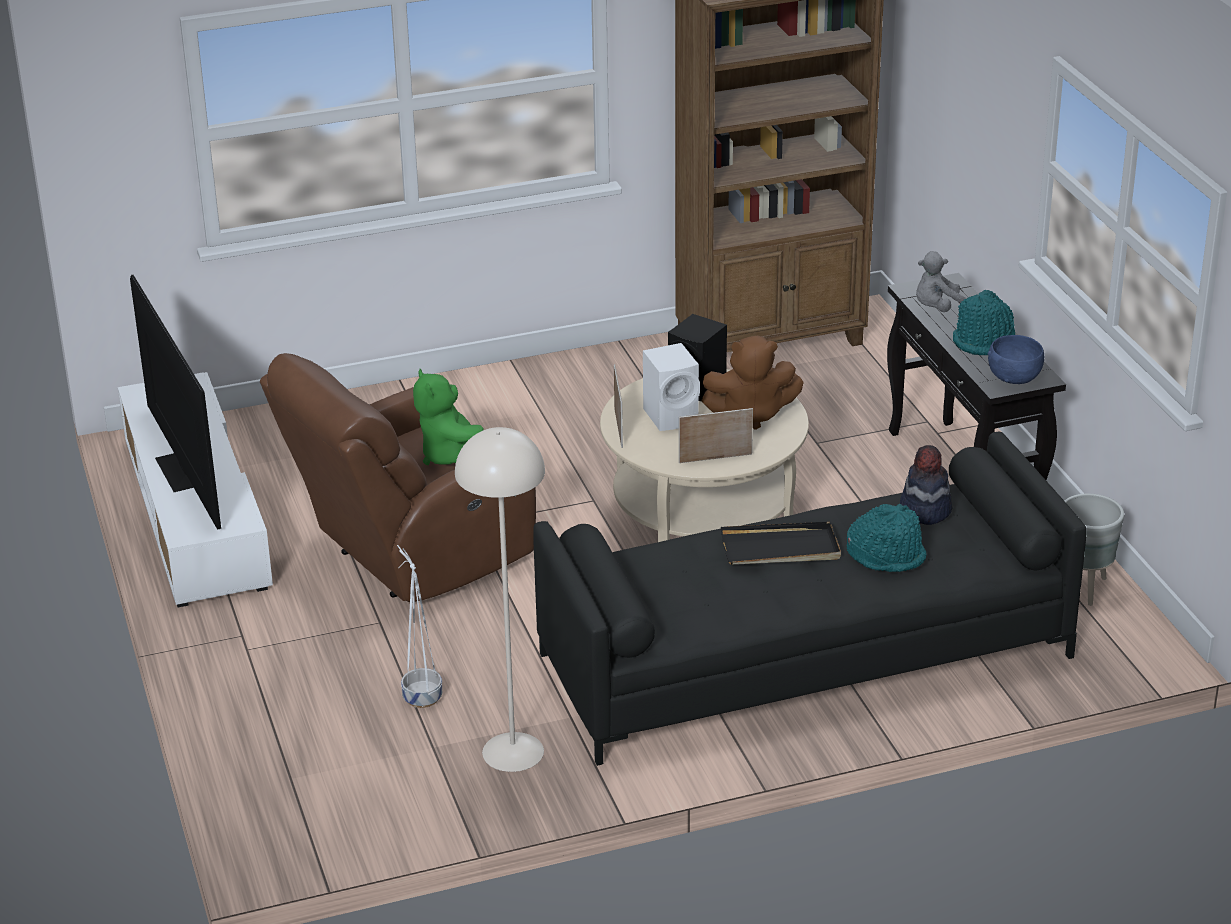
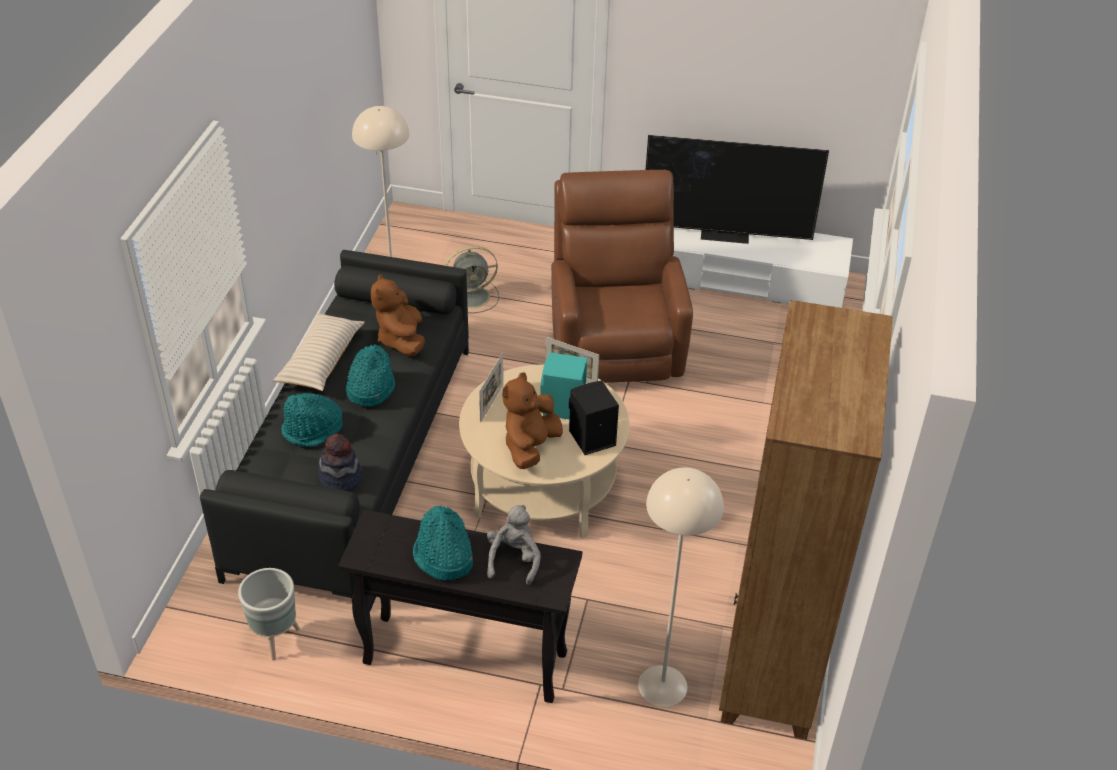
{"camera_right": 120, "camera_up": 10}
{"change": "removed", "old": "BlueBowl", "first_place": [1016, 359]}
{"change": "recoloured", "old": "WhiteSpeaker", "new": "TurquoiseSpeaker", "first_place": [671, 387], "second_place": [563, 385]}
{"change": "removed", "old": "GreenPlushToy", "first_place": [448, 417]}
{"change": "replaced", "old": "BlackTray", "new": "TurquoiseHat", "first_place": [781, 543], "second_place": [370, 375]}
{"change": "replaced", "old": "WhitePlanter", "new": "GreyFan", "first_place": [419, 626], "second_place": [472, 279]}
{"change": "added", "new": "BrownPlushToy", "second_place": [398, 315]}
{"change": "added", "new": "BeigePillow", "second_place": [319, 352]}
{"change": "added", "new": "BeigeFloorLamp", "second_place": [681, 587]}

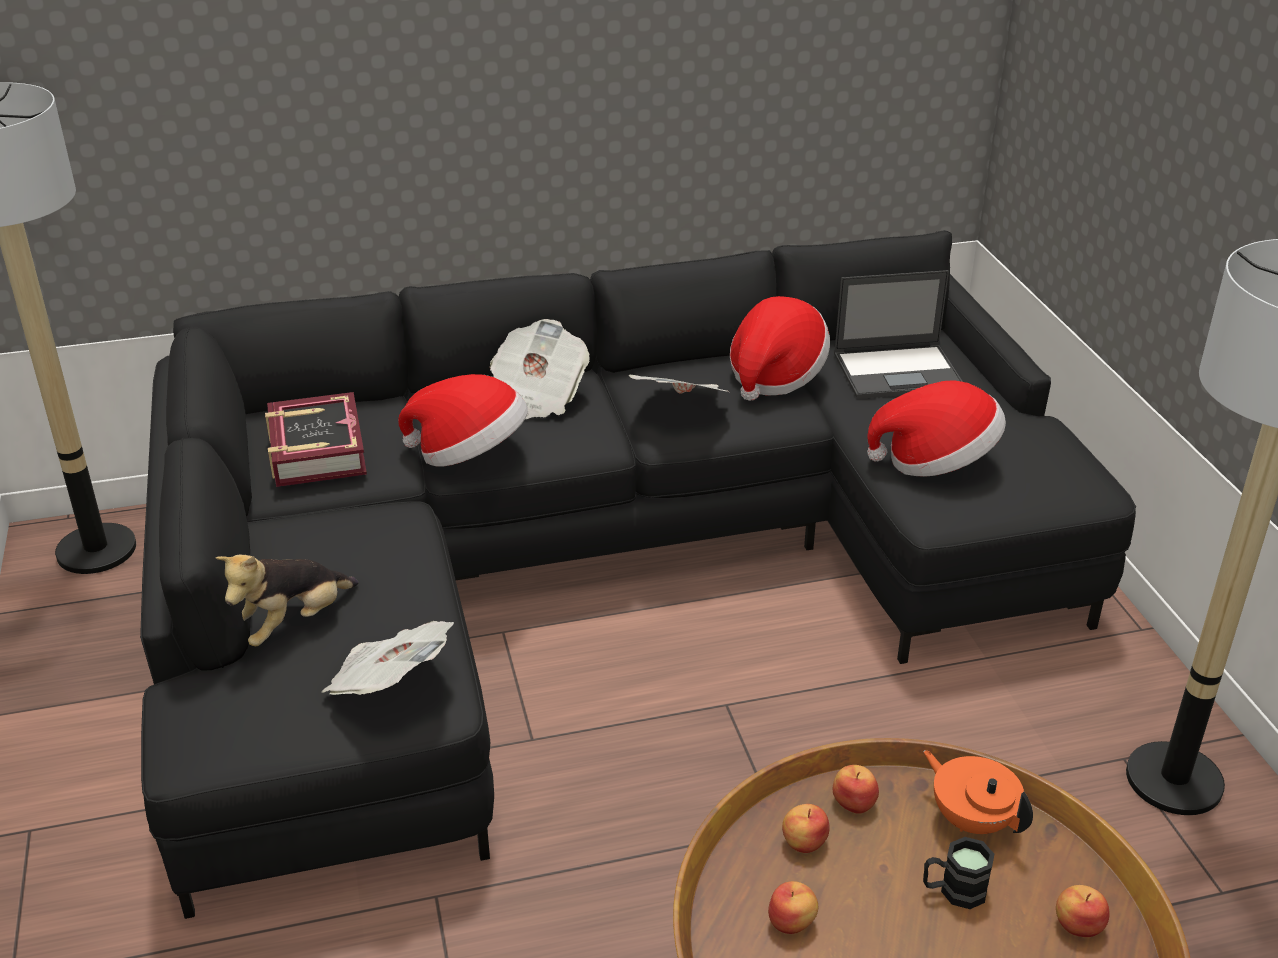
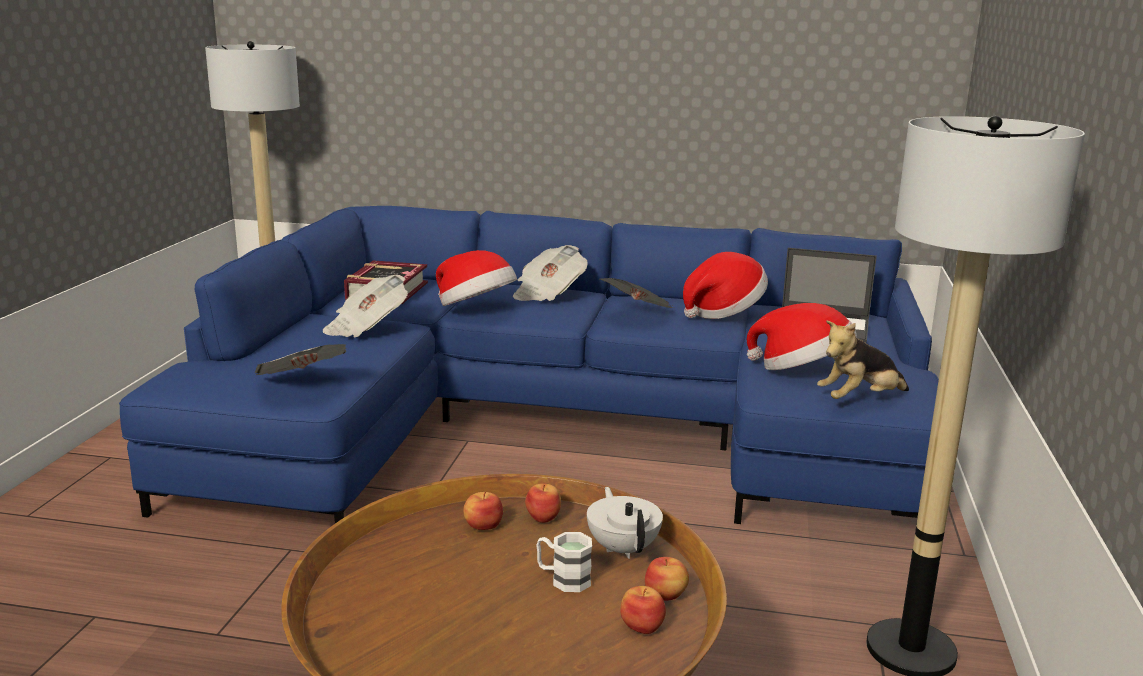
{"camera_right": 25, "camera_up": -15}
{"change": "recoloured", "old": "BlackSofa", "new": "BlueSofa", "first_place": [638, 574], "second_place": [529, 365]}
{"change": "moved", "old": "PlushToy", "first_place": [287, 600], "second_place": [863, 360]}
{"change": "recoloured", "old": "OrangeTeapot", "new": "WhiteTeapot", "first_place": [978, 792], "second_place": [625, 523]}
{"change": "recoloured", "old": "BlackMug", "new": "WhiteMug", "first_place": [958, 873], "second_place": [564, 562]}
{"change": "moved", "old": "Apple", "first_place": [793, 907], "second_place": [667, 579]}
{"change": "added", "new": "Newspaper", "second_place": [365, 306]}

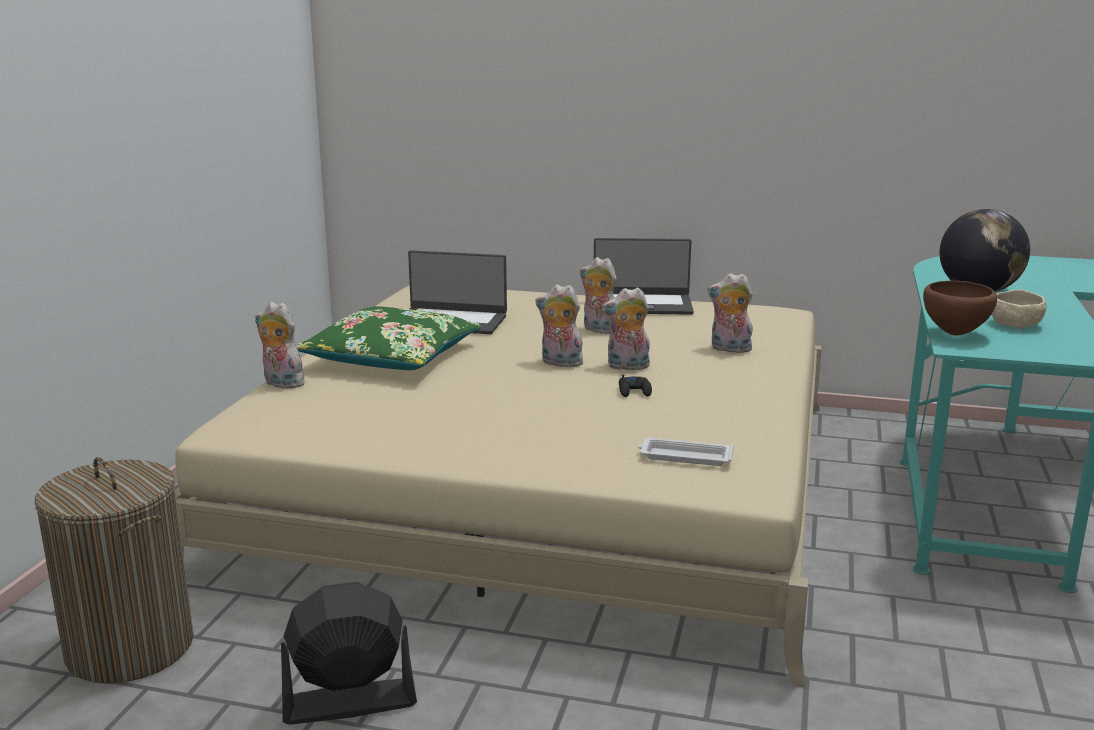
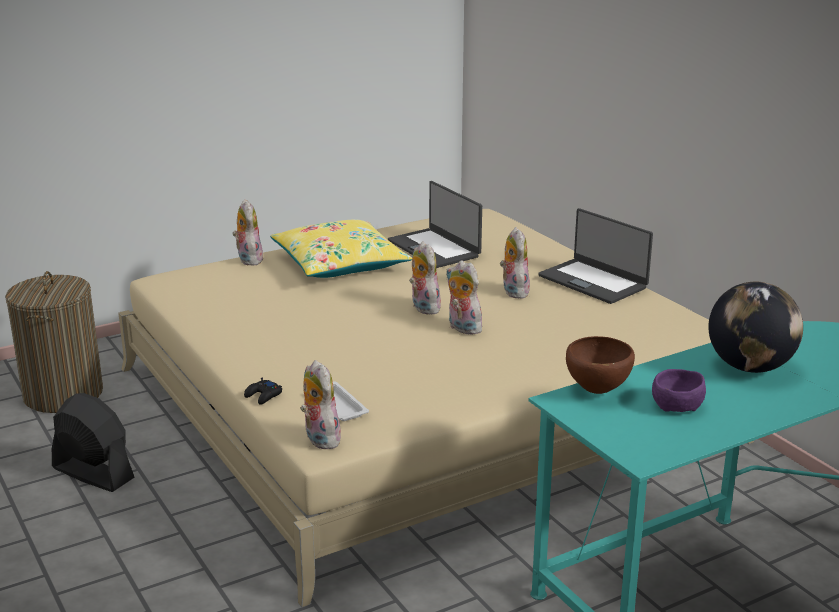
{"camera_right": 45, "camera_up": 5}
{"change": "moved", "old": "PlushToy", "first_place": [730, 313], "second_place": [320, 404]}
{"change": "recoloured", "old": "BeigeBowl", "new": "PurpleBowl", "first_place": [1018, 309], "second_place": [679, 390]}
{"change": "recoloured", "old": "GreenPillow", "new": "YellowPillow", "first_place": [389, 338], "second_place": [341, 248]}
{"change": "moved", "old": "BlackGameController", "first_place": [635, 386], "second_place": [263, 391]}

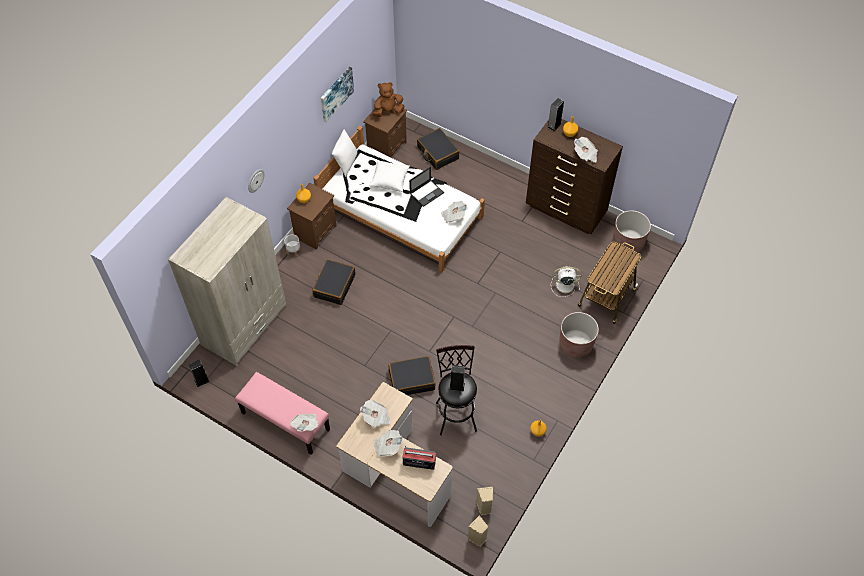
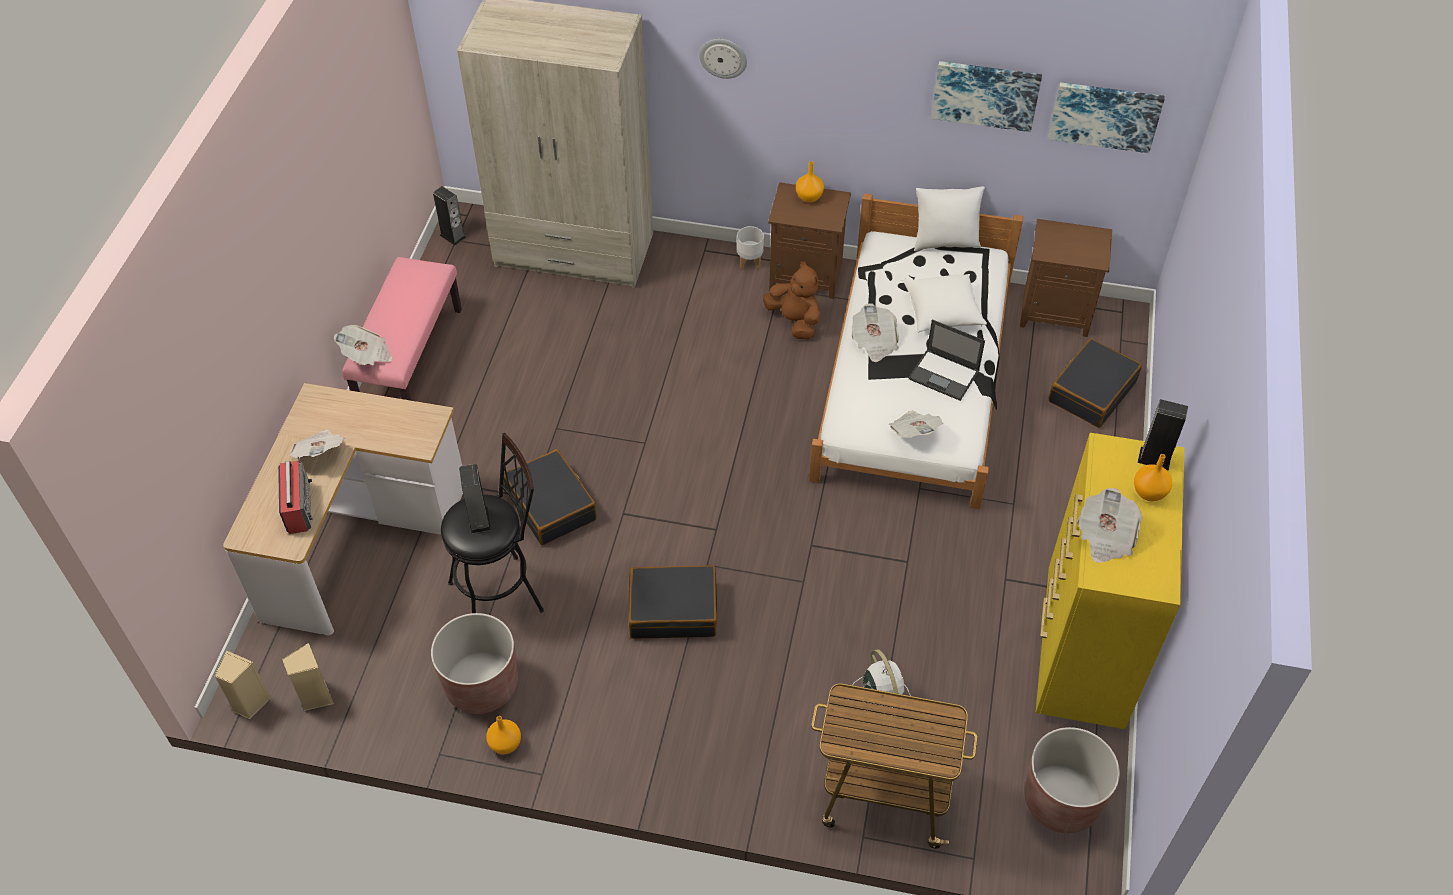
{"camera_right": 70, "camera_up": -5}
{"change": "moved", "old": "BrownPlushToy", "first_place": [388, 99], "second_place": [791, 300]}
{"change": "recoloured", "old": "BrownDresser", "new": "YellowDresser", "first_place": [574, 176], "second_place": [1110, 581]}
{"change": "moved", "old": "BlackSuitcase", "first_place": [333, 282], "second_place": [672, 602]}
{"change": "moved", "old": "BrownPlanter", "first_place": [579, 335], "second_place": [474, 663]}
{"change": "moved", "old": "Newspaper", "first_place": [375, 413], "second_place": [875, 332]}
{"change": "added", "new": "Picture", "second_place": [1106, 117]}

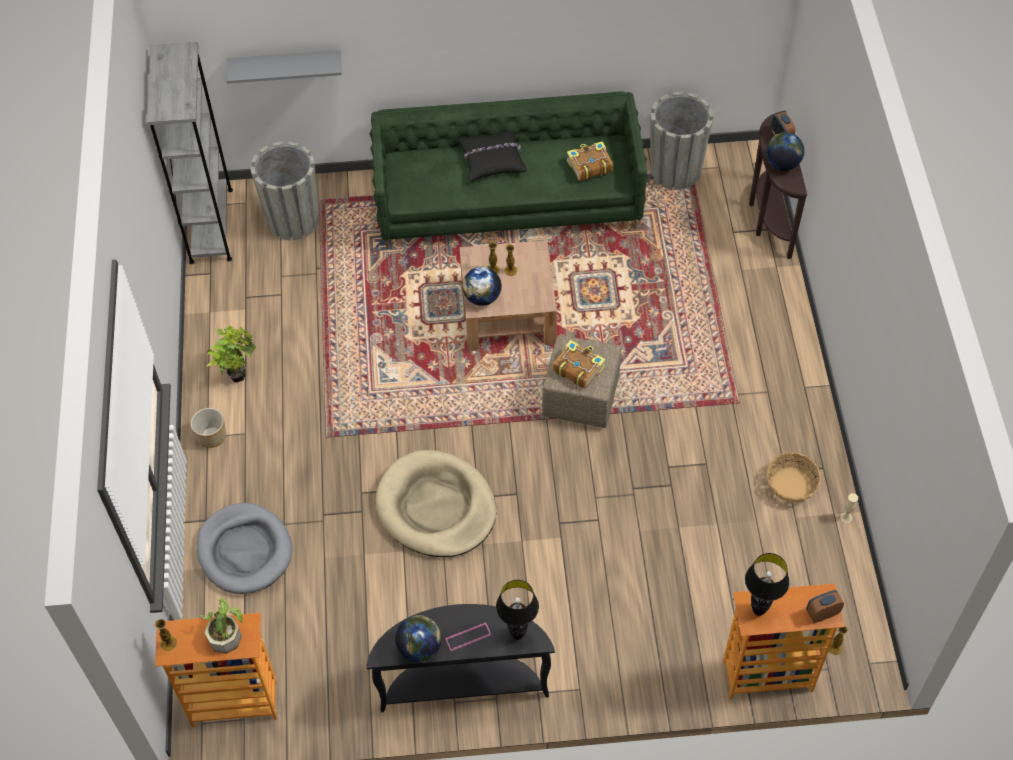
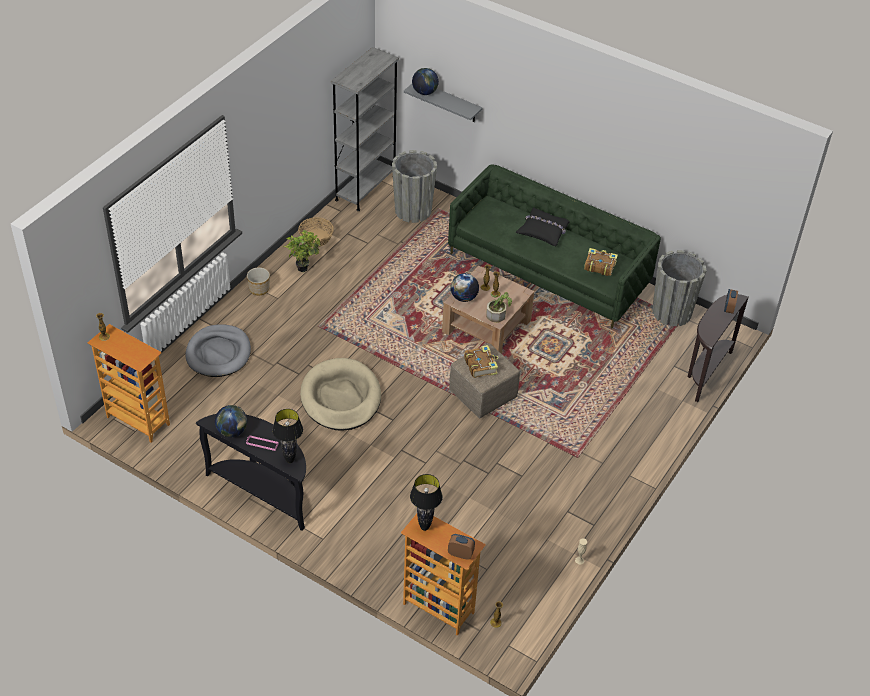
{"camera_right": 35, "camera_up": -10}
{"change": "moved", "old": "Globe", "first_place": [785, 151], "second_place": [425, 81]}
{"change": "moved", "old": "Basket", "first_place": [794, 477], "second_place": [316, 232]}
{"change": "moved", "old": "PottedPlant", "first_place": [221, 626], "second_place": [499, 307]}

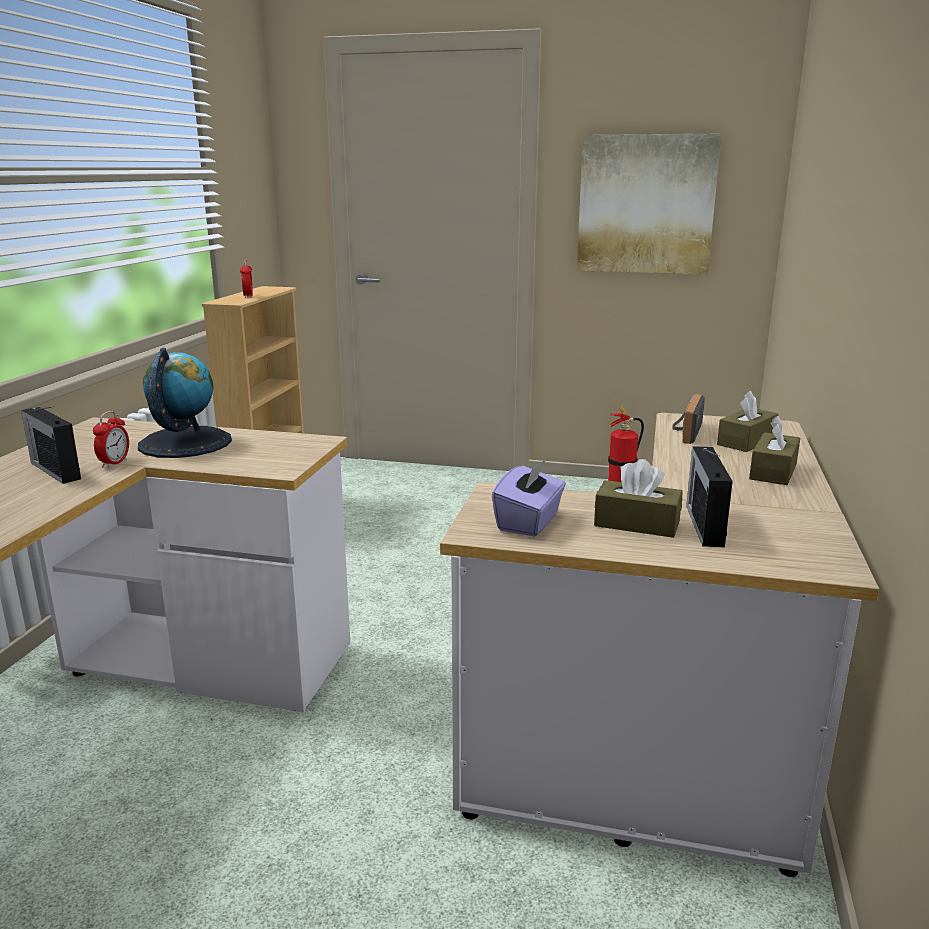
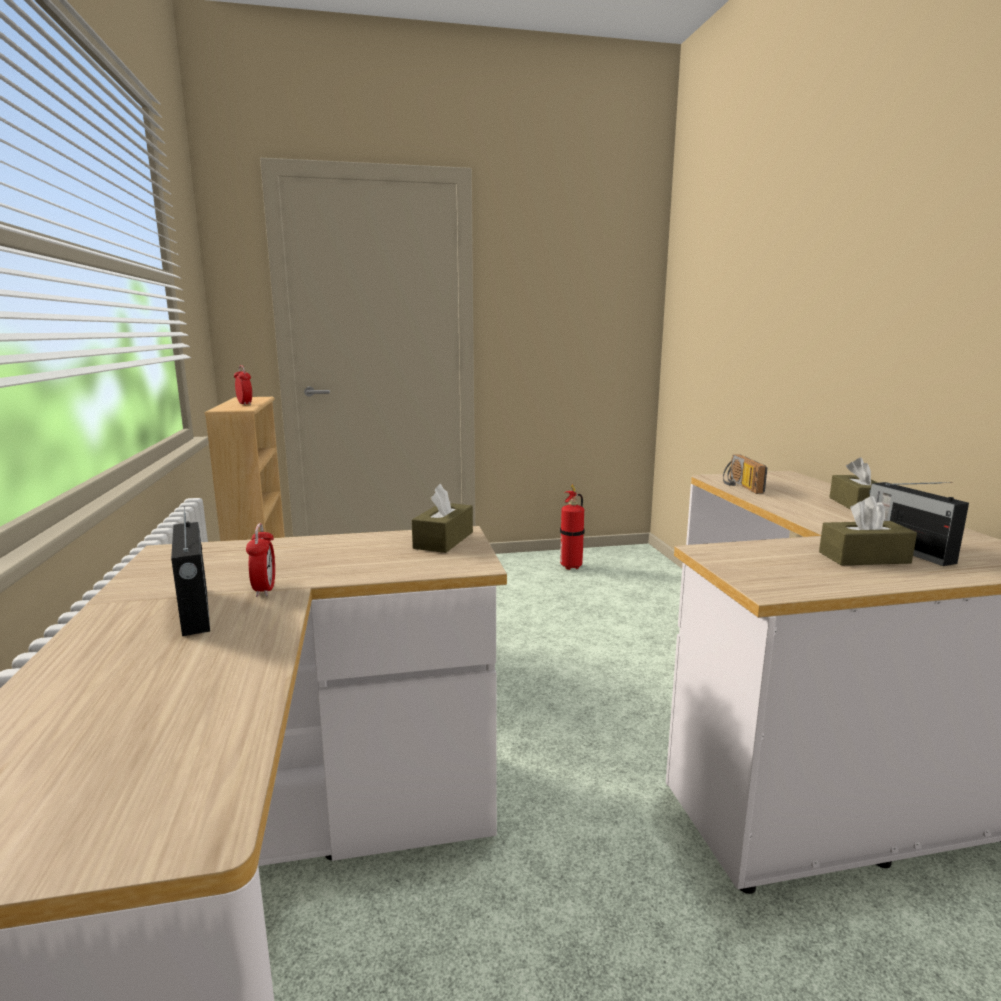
{"camera_right": -25, "camera_up": -5}
{"change": "removed", "old": "Picture", "first_place": [649, 204]}
{"change": "removed", "old": "Globe", "first_place": [185, 403]}
{"change": "moved", "old": "BrownTissueBox", "first_place": [747, 421], "second_place": [442, 518]}
{"change": "turned", "old": "Radio", "first_place": [51, 445], "second_place": [190, 571], "degrees": -135}
{"change": "removed", "old": "PurpleTissueBox", "first_place": [529, 498]}

